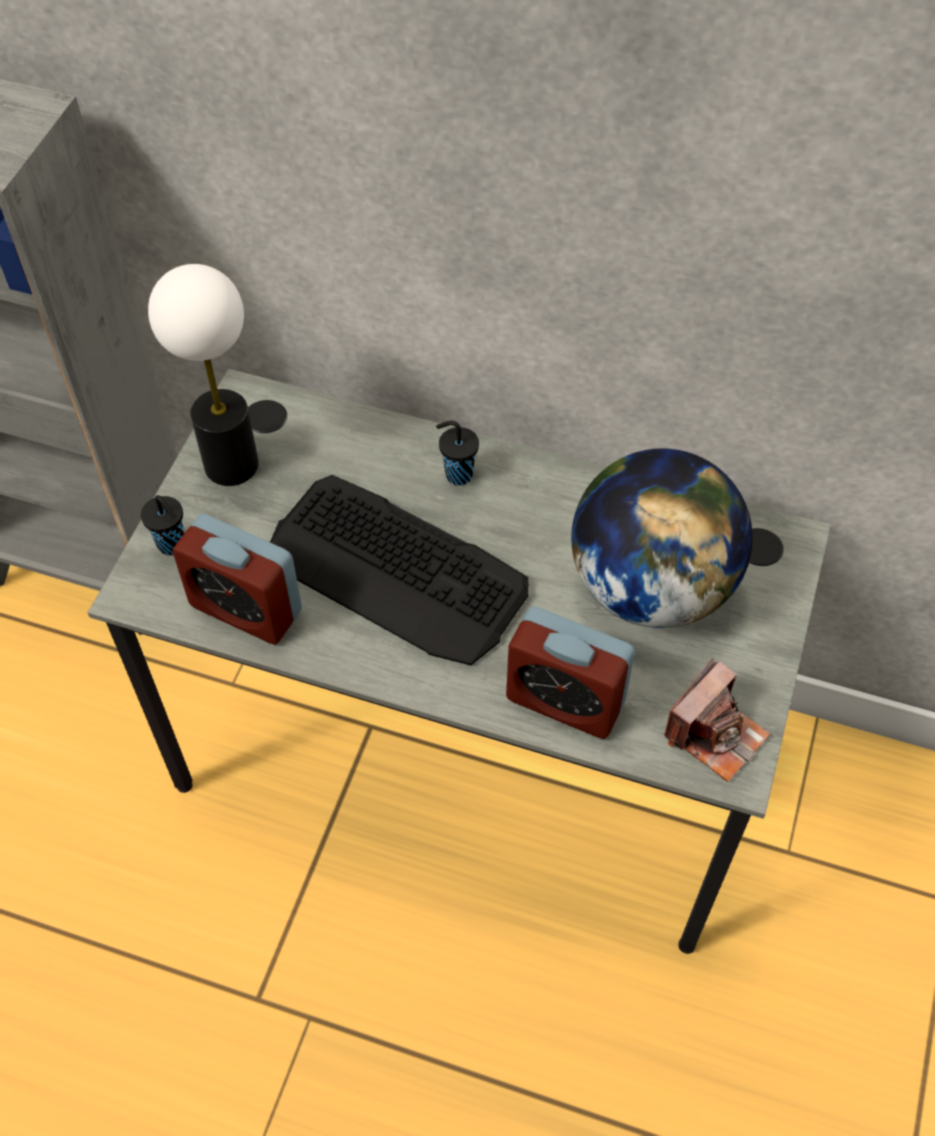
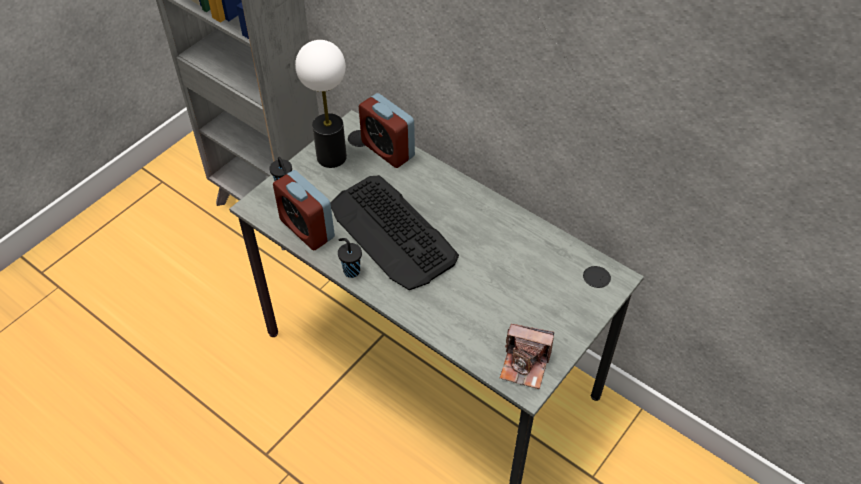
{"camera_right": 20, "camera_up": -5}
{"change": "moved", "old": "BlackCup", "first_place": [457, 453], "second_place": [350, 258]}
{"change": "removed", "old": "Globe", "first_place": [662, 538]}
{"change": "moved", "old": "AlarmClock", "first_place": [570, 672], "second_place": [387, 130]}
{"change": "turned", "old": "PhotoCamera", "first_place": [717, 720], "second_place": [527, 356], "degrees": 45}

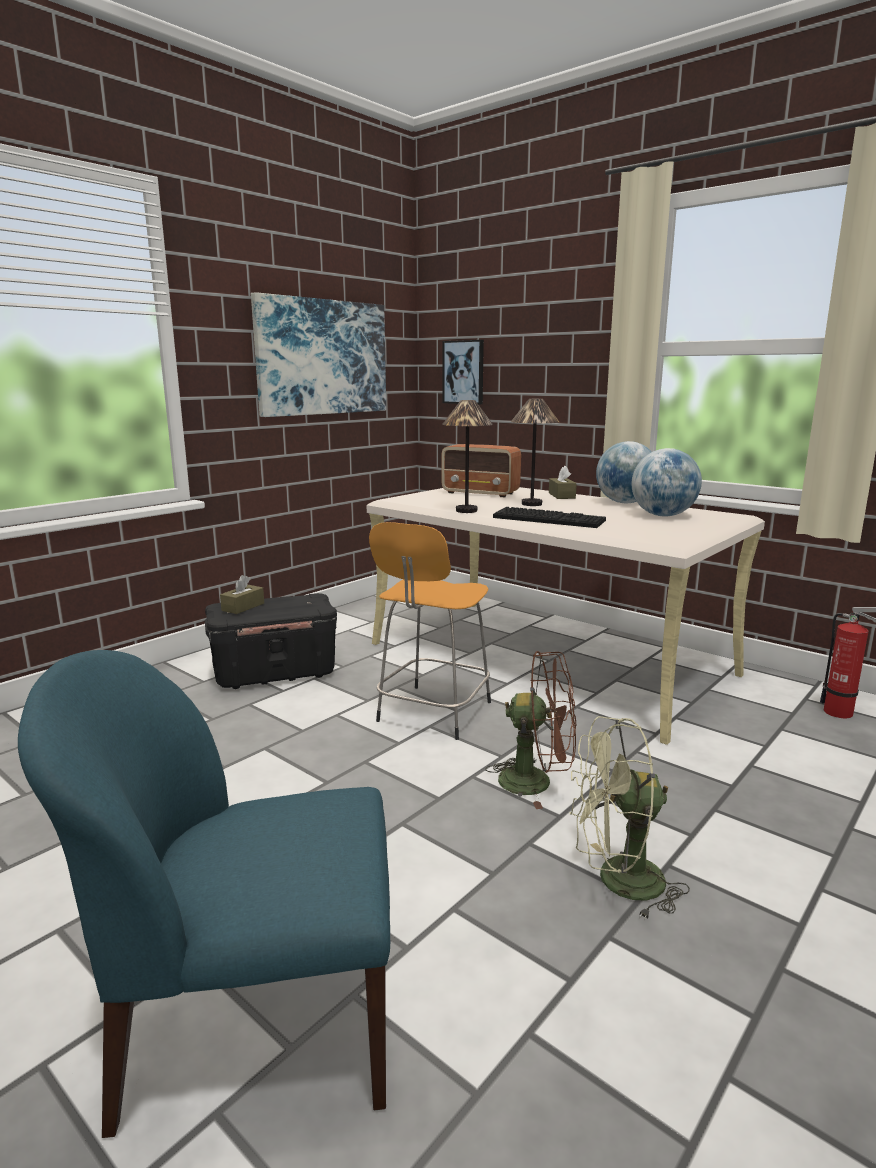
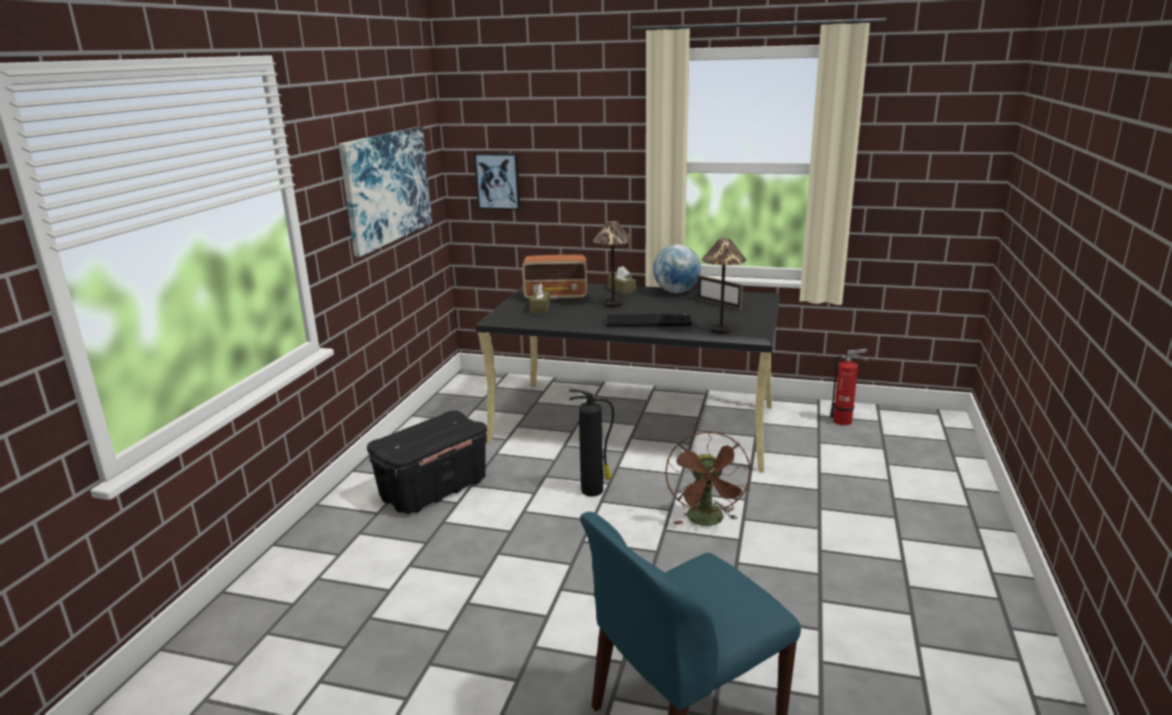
{"camera_right": -25, "camera_up": 5}
{"change": "moved", "old": "TableLamp", "first_place": [467, 456], "second_place": [724, 286]}
{"change": "replaced", "old": "Globe", "new": "PictureFrame", "first_place": [667, 482], "second_place": [719, 292]}
{"change": "recoloured", "old": "BeigeDesk", "new": "BlackDesk", "first_place": [566, 616], "second_place": [627, 378]}
{"change": "replaced", "old": "OrangeStool", "new": "FireExtinguisher", "first_place": [430, 631], "second_place": [591, 443]}
{"change": "moved", "old": "BrownTissueBox", "first_place": [242, 594], "second_place": [540, 298]}
{"change": "turned", "old": "BrownFan", "first_place": [531, 730], "second_place": [708, 478], "degrees": 105}
{"change": "removed", "old": "GreenFan", "first_place": [629, 818]}

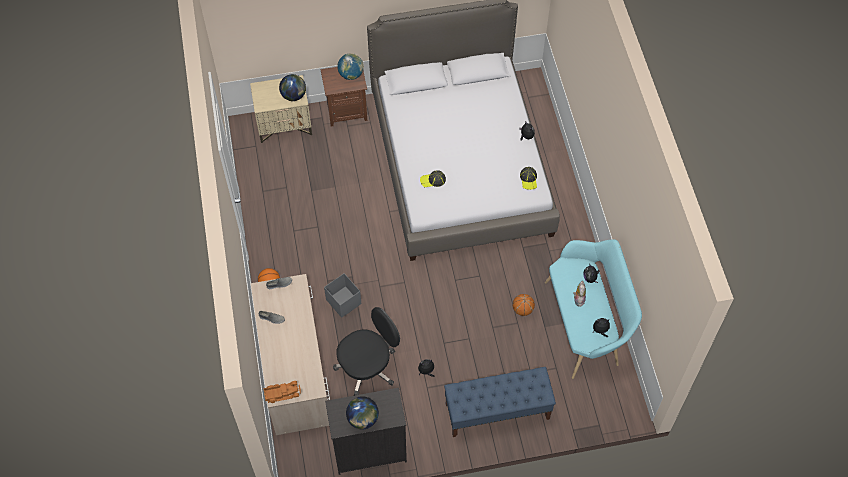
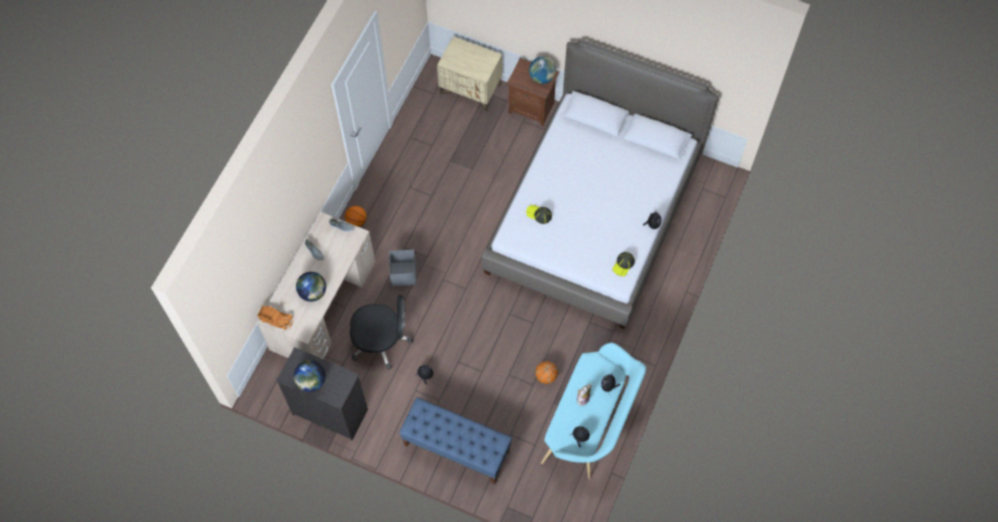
{"camera_right": 35, "camera_up": 5}
{"change": "moved", "old": "Globe", "first_place": [292, 87], "second_place": [311, 287]}

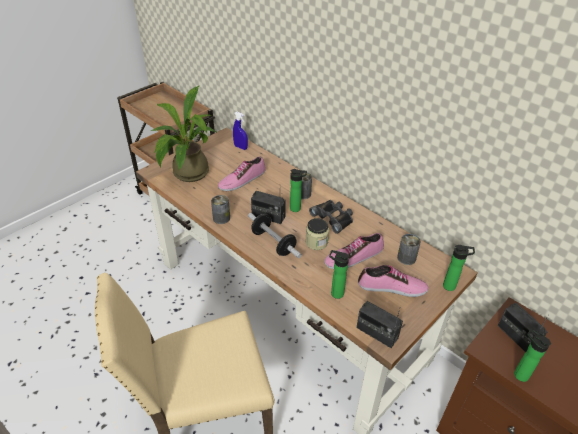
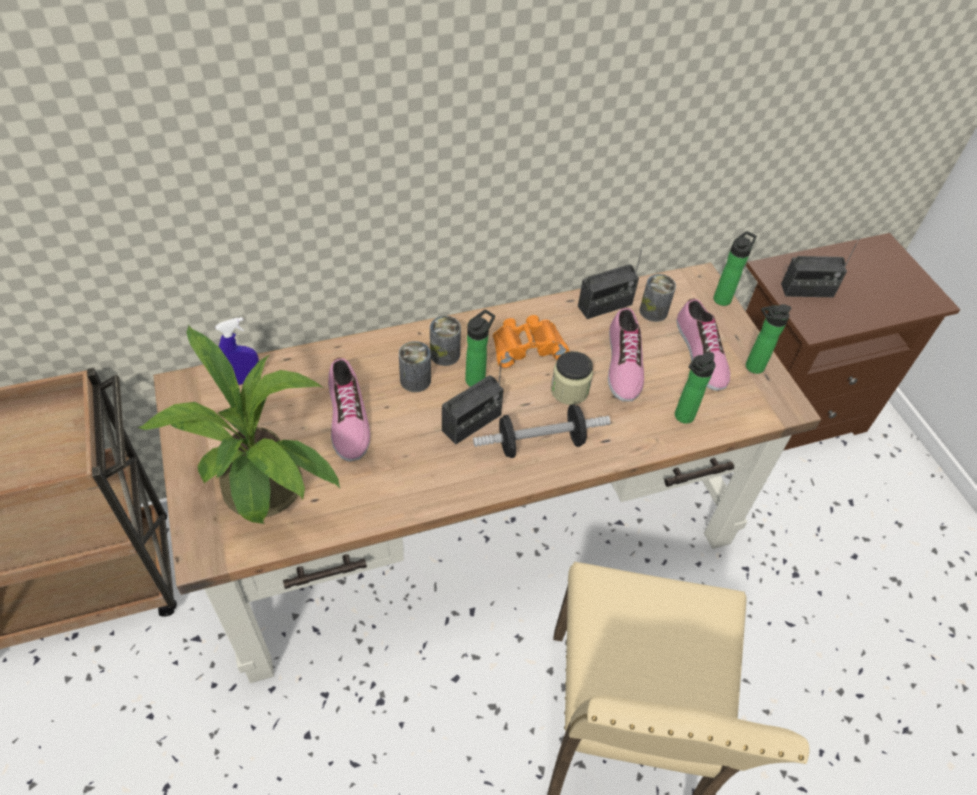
{"camera_right": -65, "camera_up": 10}
{"change": "moved", "old": "Can", "first_place": [220, 209], "second_place": [415, 366]}
{"change": "recoloured", "old": "BlackBinoculars", "new": "OrangeBinoculars", "first_place": [331, 217], "second_place": [531, 341]}
{"change": "turned", "old": "Shoe", "first_place": [393, 281], "second_place": [703, 344], "degrees": 135}
{"change": "moved", "old": "Radio", "first_place": [379, 324], "second_place": [610, 281]}
{"change": "moved", "old": "Bottle", "first_place": [532, 355], "second_place": [769, 339]}

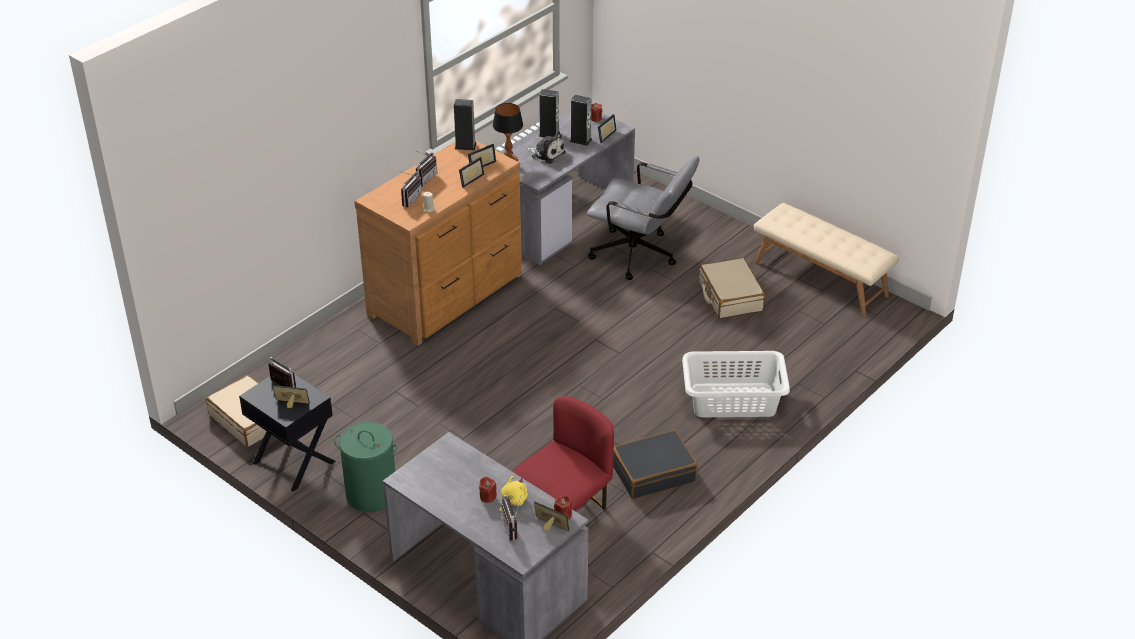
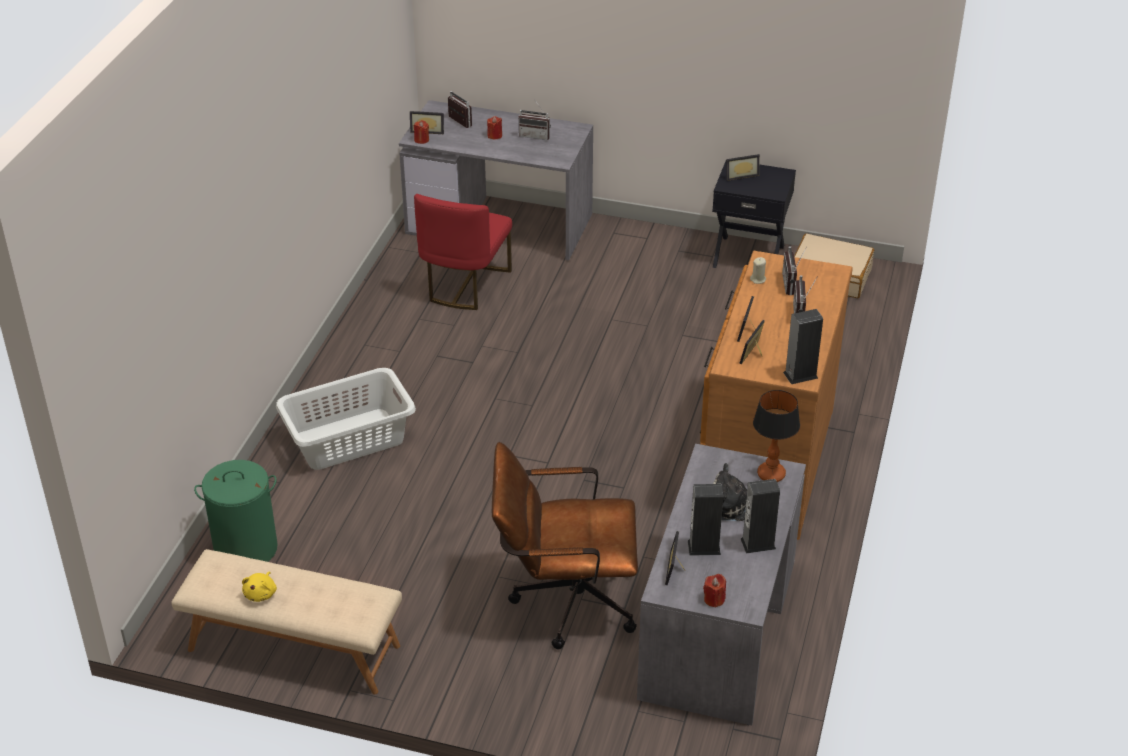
{"camera_right": 155, "camera_up": 0}
{"change": "recoloured", "old": "GreyOfficeChair", "new": "BrownOfficeChair", "first_place": [643, 218], "second_place": [565, 546]}
{"change": "removed", "old": "BeigeSuitcase", "first_place": [732, 288]}
{"change": "moved", "old": "Radio", "first_place": [282, 372], "second_place": [535, 120]}
{"change": "moved", "old": "GreenLaundryBasket", "first_place": [366, 467], "second_place": [236, 511]}
{"change": "removed", "old": "BlackSuitcase", "first_place": [655, 464]}
{"change": "moved", "old": "YellowPlushToy", "first_place": [513, 494], "second_place": [259, 586]}

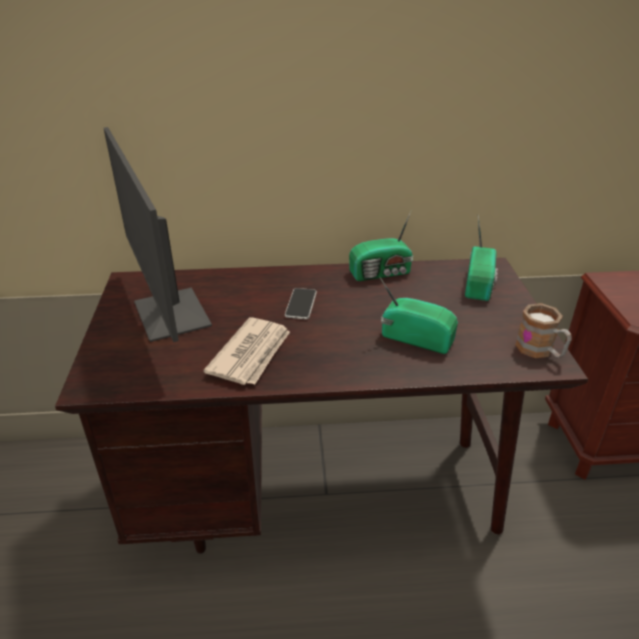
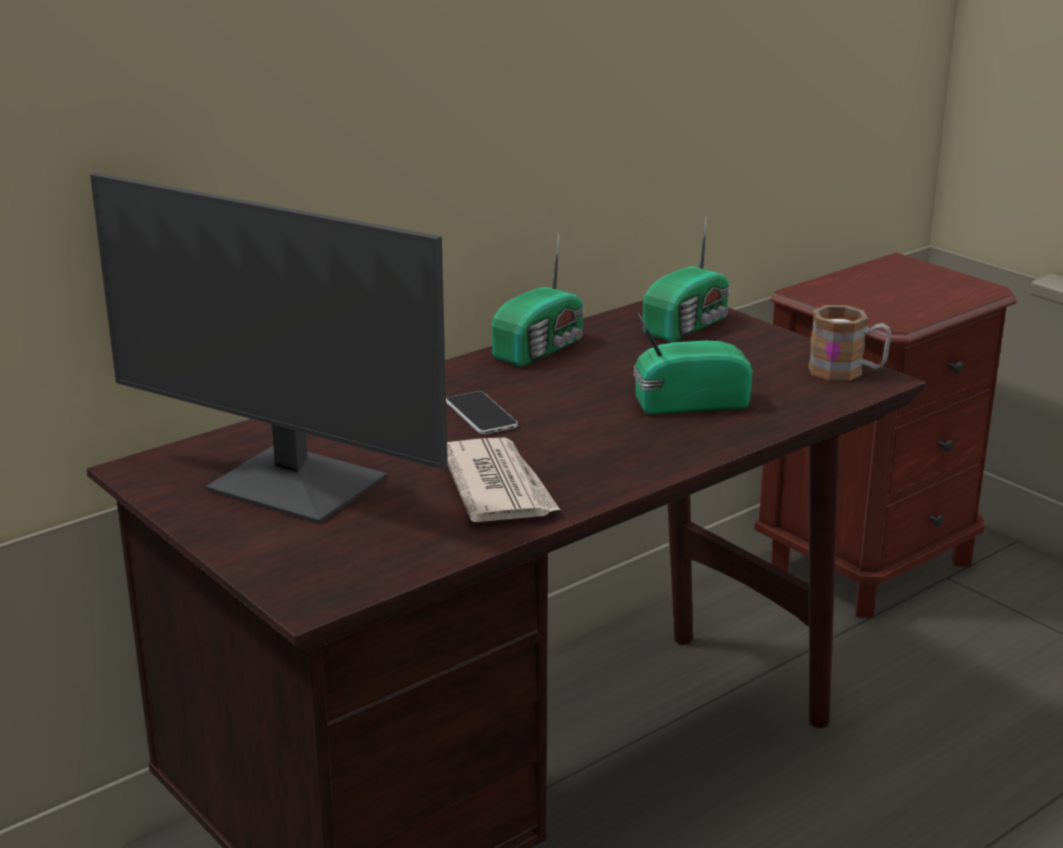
{"camera_right": -35, "camera_up": -10}
{"change": "turned", "old": "Radio", "first_place": [481, 258], "second_place": [686, 279], "degrees": 60}

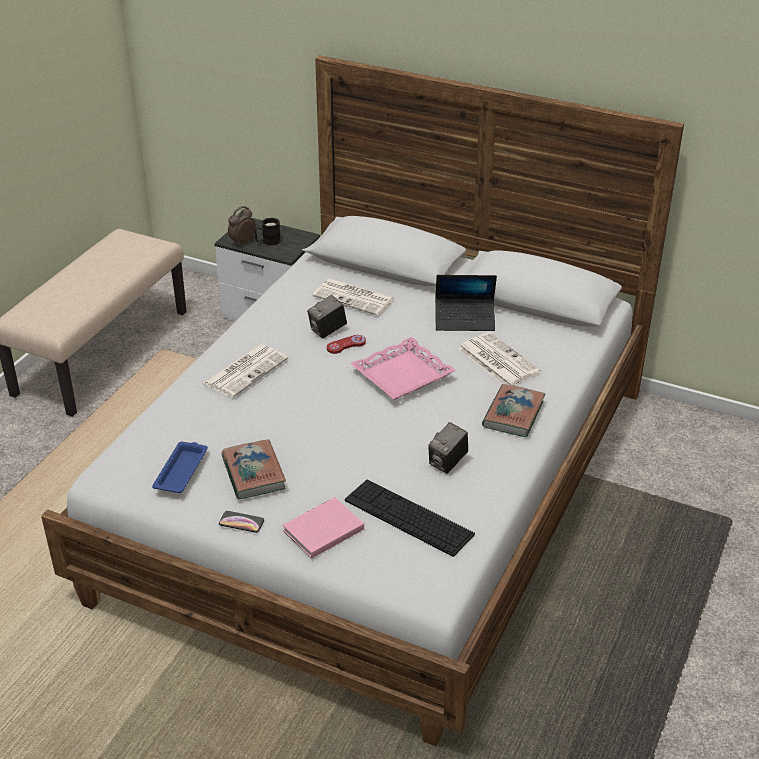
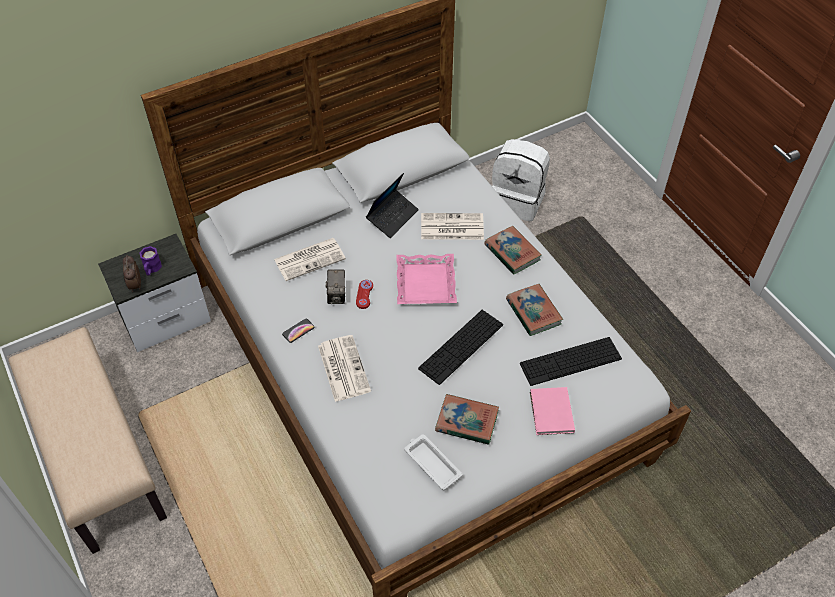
{"camera_right": -55, "camera_up": 15}
{"change": "recoloured", "old": "BlackMug", "new": "PurpleMug", "first_place": [267, 231], "second_place": [150, 261]}
{"change": "replaced", "old": "PhotoCamera", "new": "Book", "first_place": [448, 448], "second_place": [534, 310]}
{"change": "recoloured", "old": "BlueTray", "new": "WhiteTray", "first_place": [180, 467], "second_place": [433, 462]}
{"change": "moved", "old": "Phone", "first_place": [241, 522], "second_place": [298, 331]}
{"change": "added", "new": "WhiteBackpack", "second_place": [521, 180]}
{"change": "added", "new": "Keyboard", "second_place": [460, 347]}

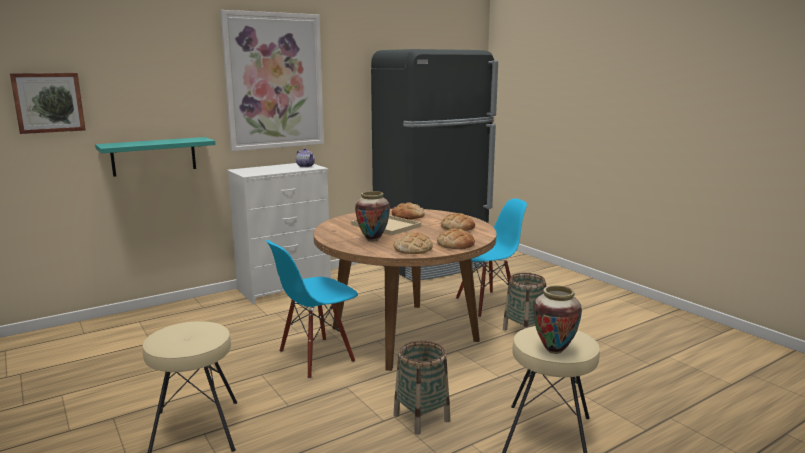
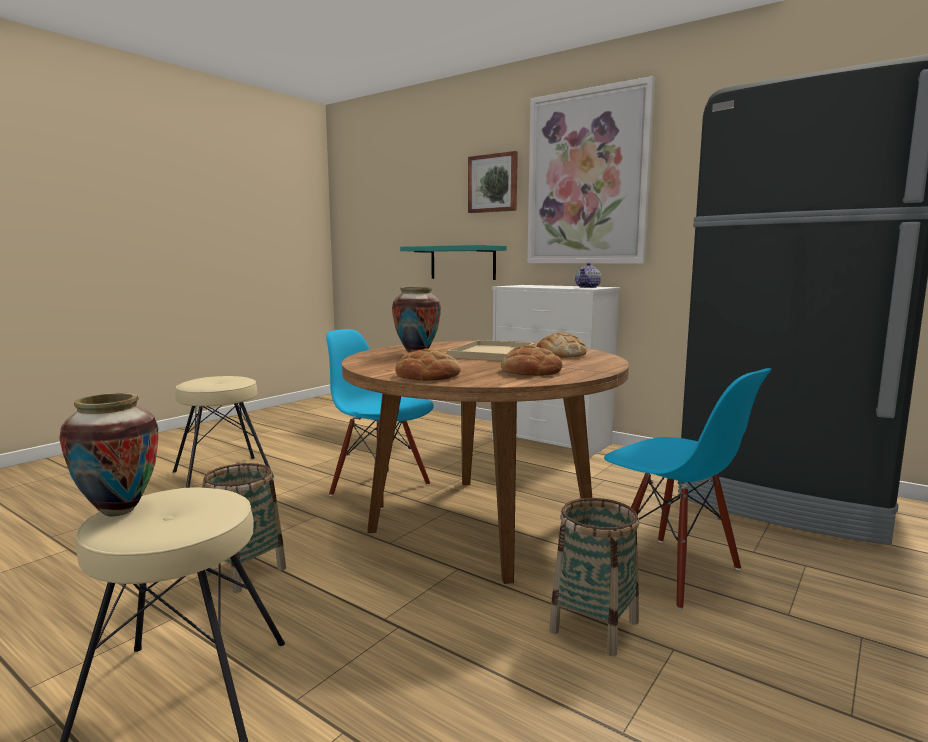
{"camera_right": 70, "camera_up": -5}
{"change": "moved", "old": "Picture", "first_place": [48, 103], "second_place": [493, 182]}
{"change": "removed", "old": "Bread", "first_place": [413, 243]}

